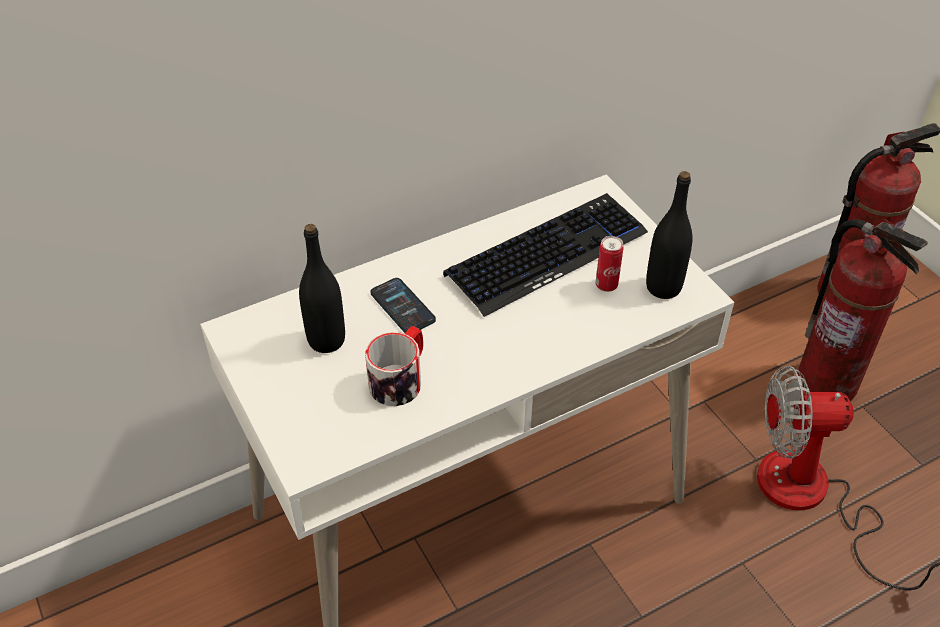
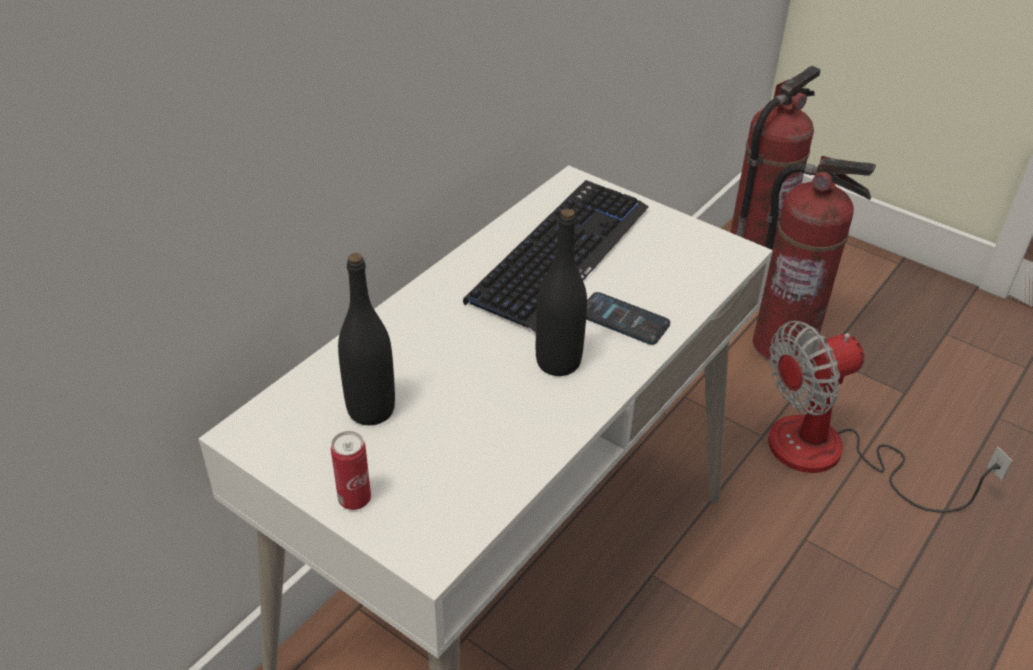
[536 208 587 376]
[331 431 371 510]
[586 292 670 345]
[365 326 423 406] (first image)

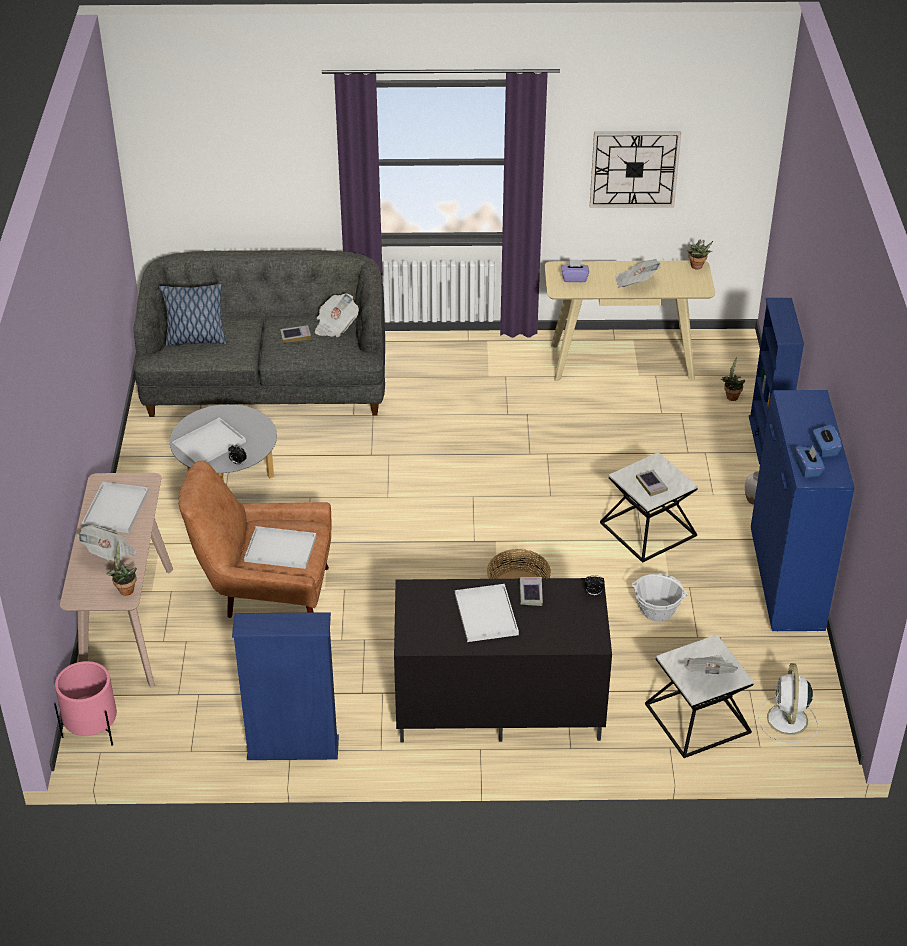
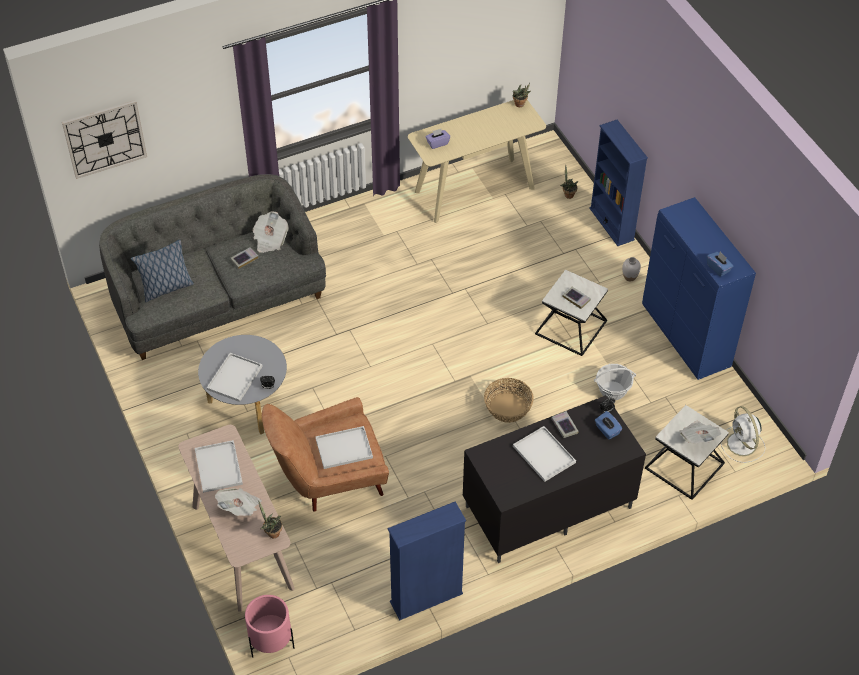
[62 100 147 179]
[615 259 661 288] (first image)
[595 411 622 440]

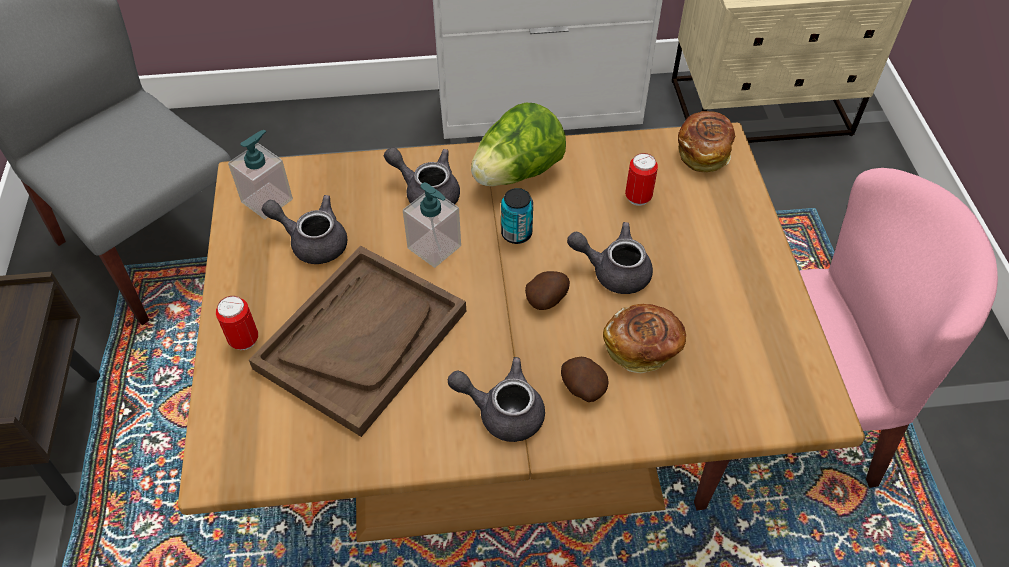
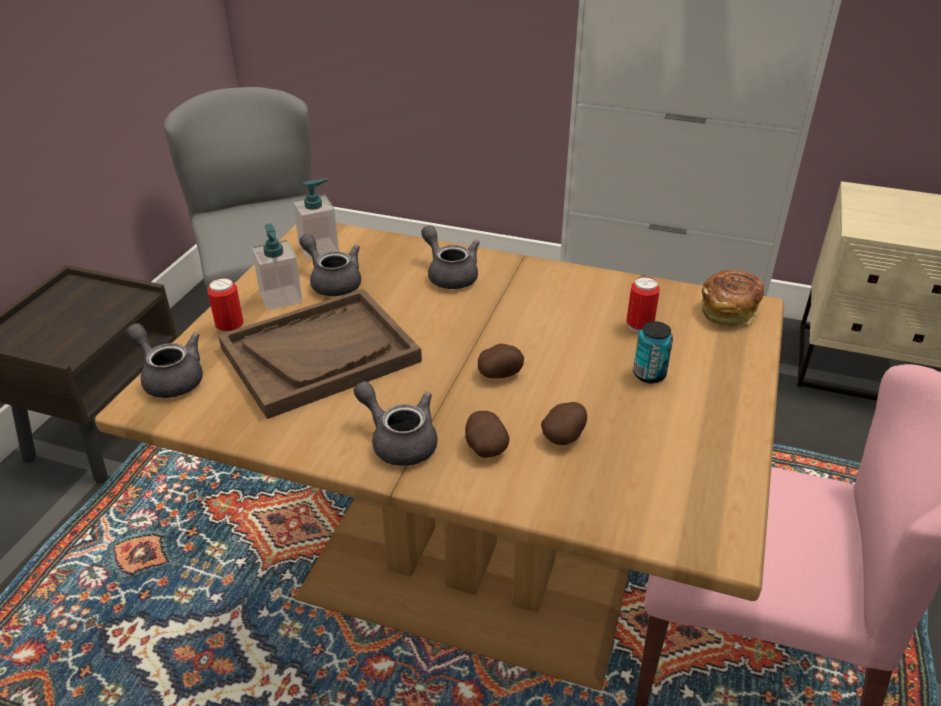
[471 103 566 186] (first image)
[252 224 303 310]
[633 321 673 383]
[126 323 203 398]
[541 402 587 445]

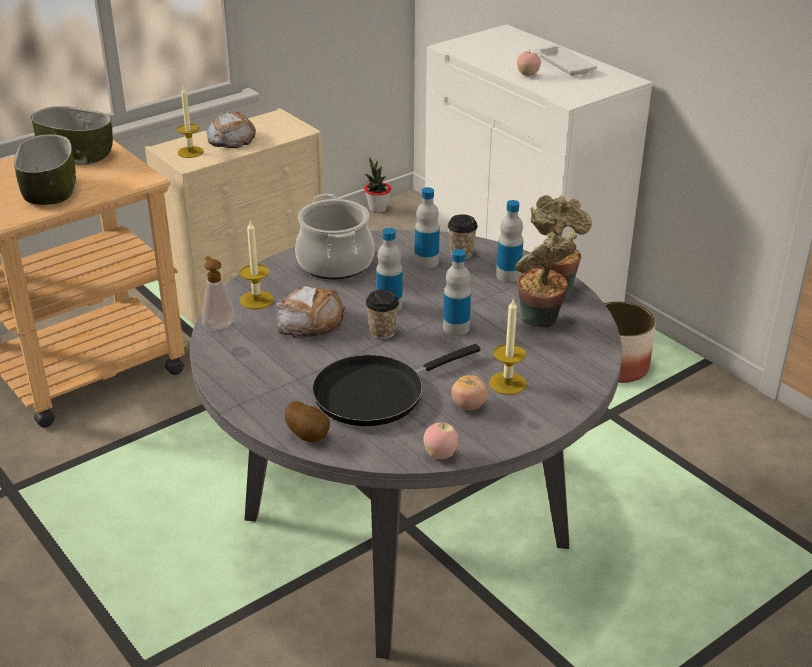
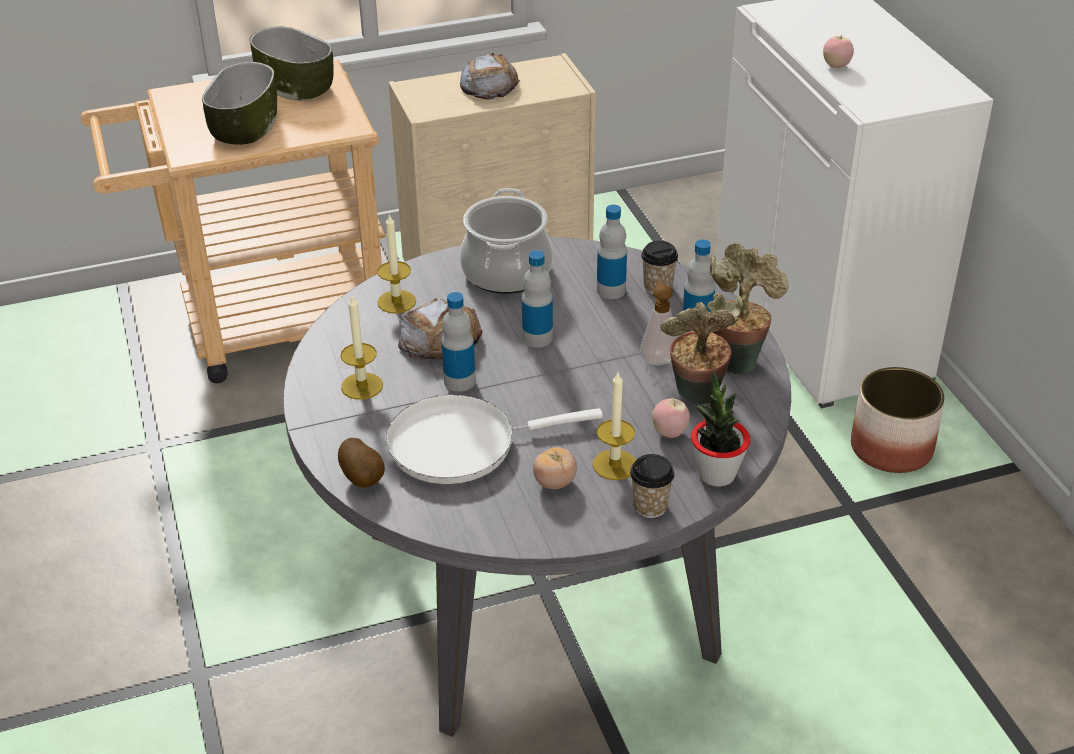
[534 45 597 76] (first image)
[341 295 383 400]
[691 371 750 487]
[441 292 476 392]
[640 280 678 365]
[630 454 674 518]
[386 394 603 484]
[652 398 690 438]

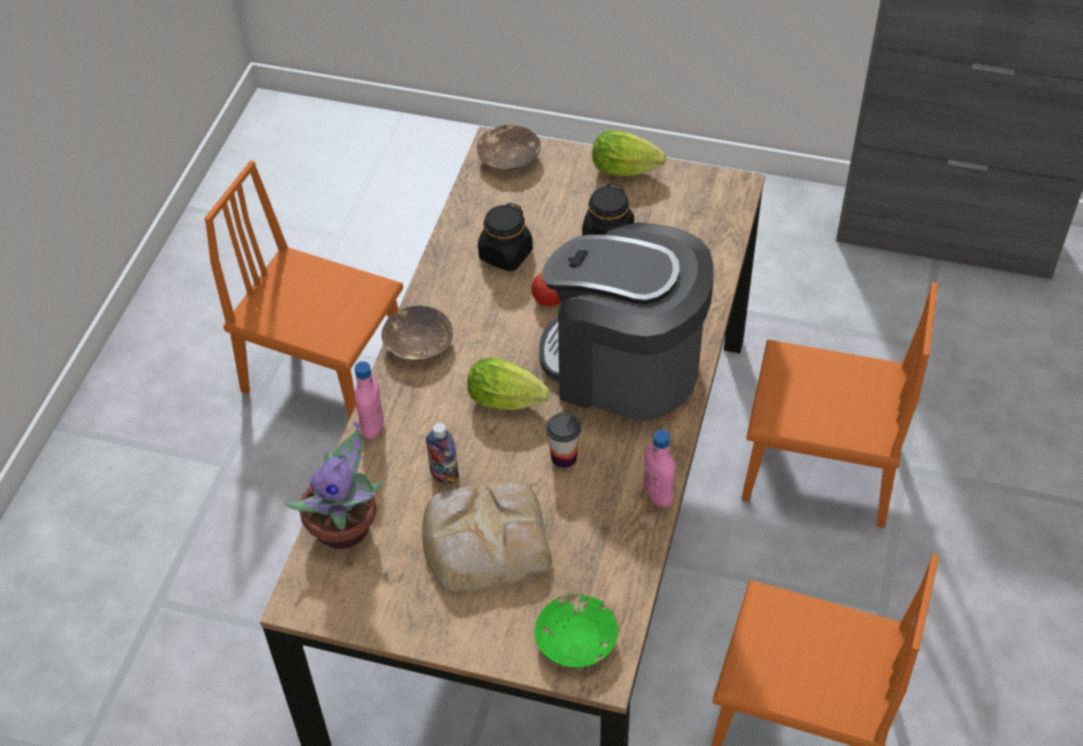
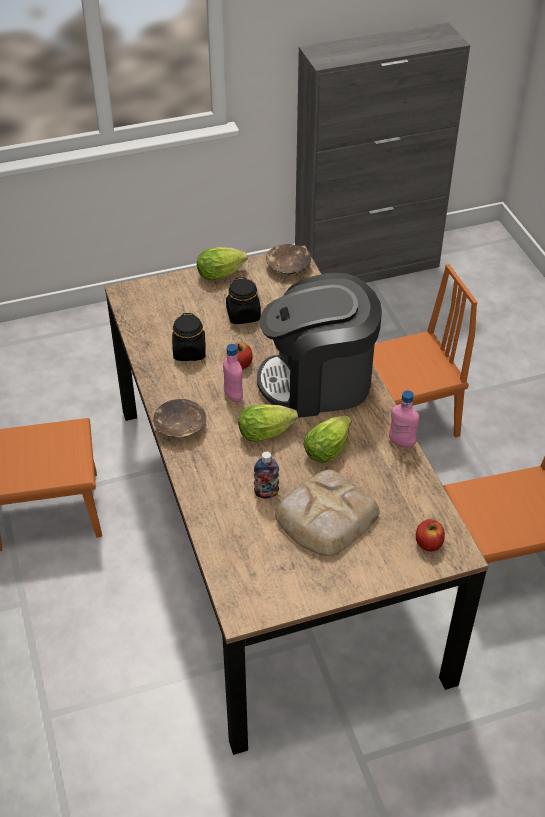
[266 244 311 274]
[223 344 243 402]
[304 416 351 463]
[284 421 383 549] (first image)
[416 519 445 551]

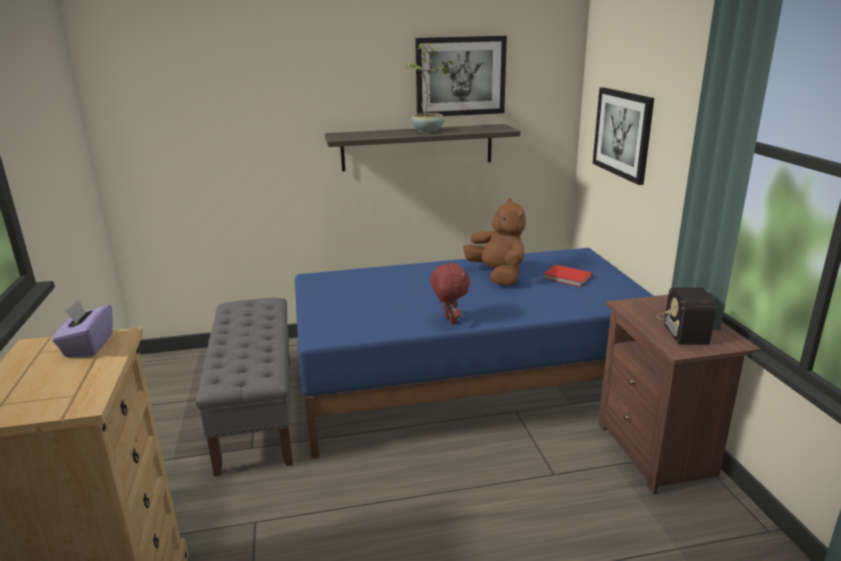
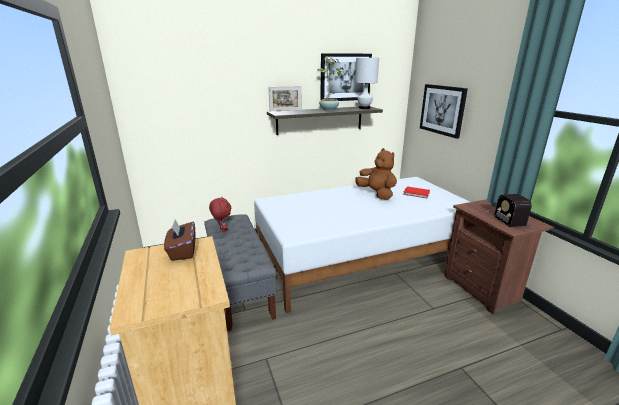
[254 177 470 314]
[209 197 231 232]
[164 219 196 261]
[355 58 379 109]
[269 86 302 111]

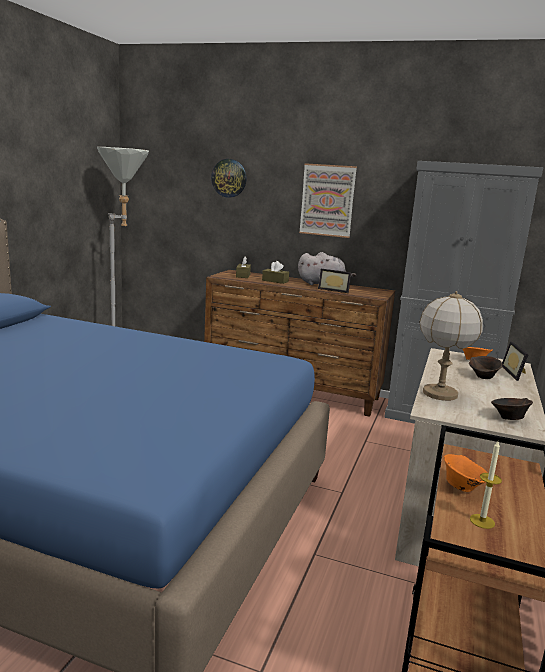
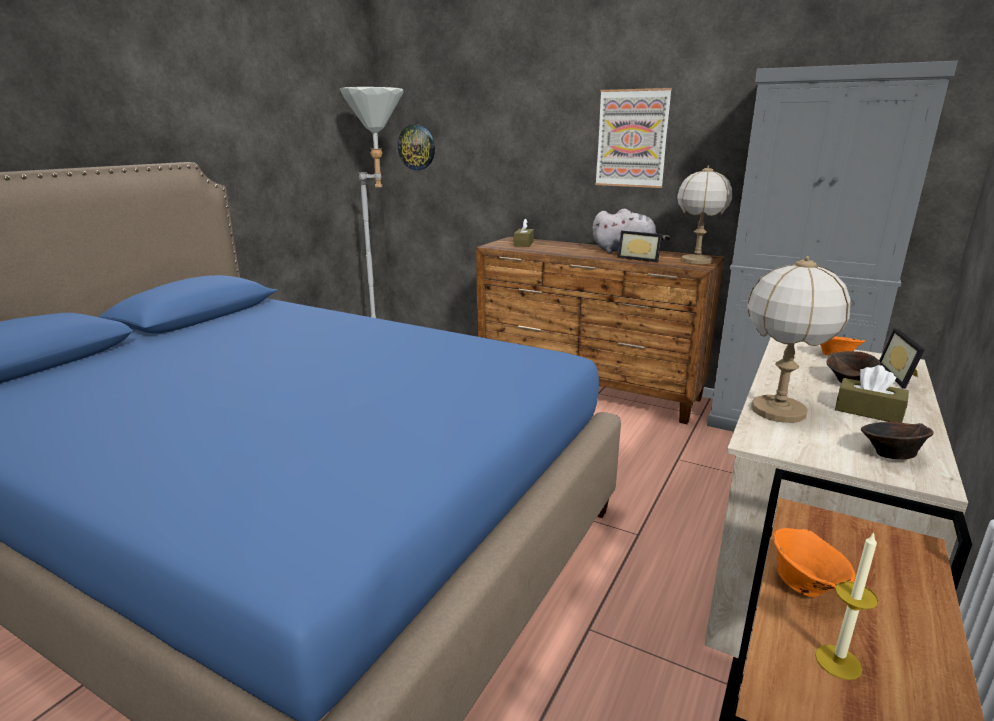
[398 124 435 170]
[835 365 909 423]
[677 166 732 264]

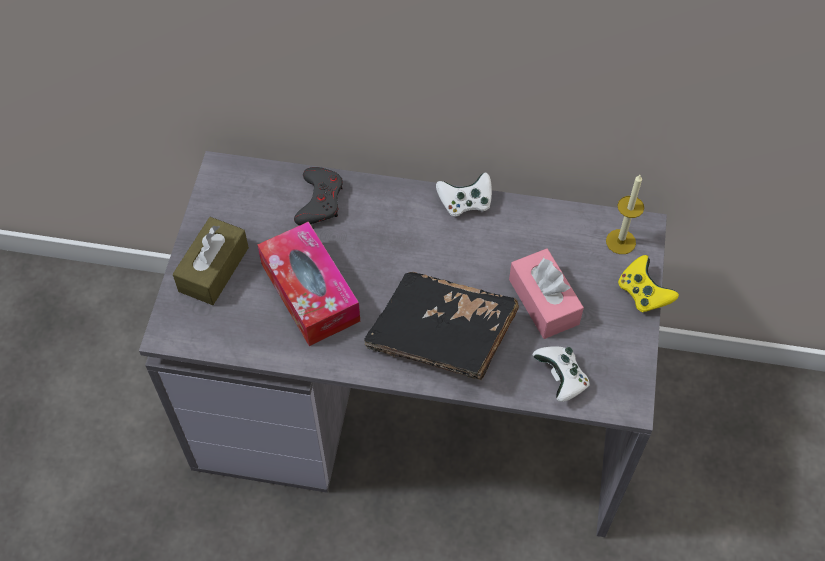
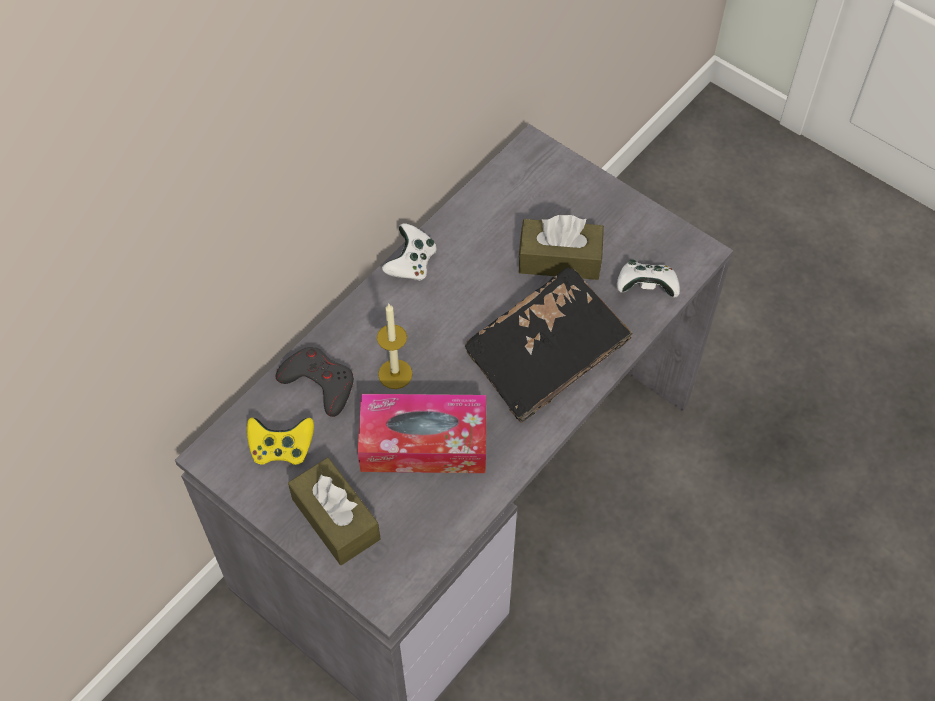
[377 304 413 389]
[518 215 604 280]
[247 417 314 465]

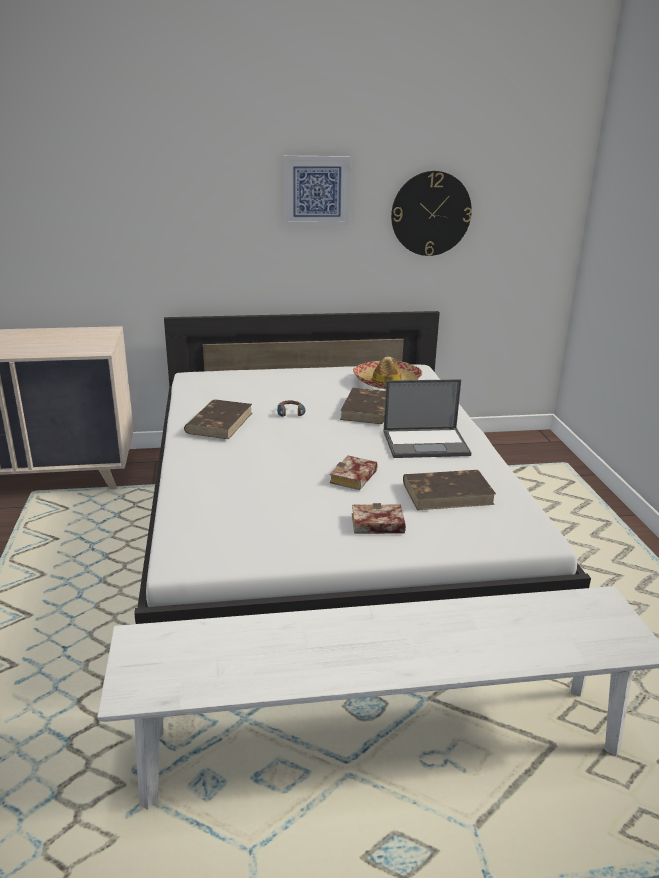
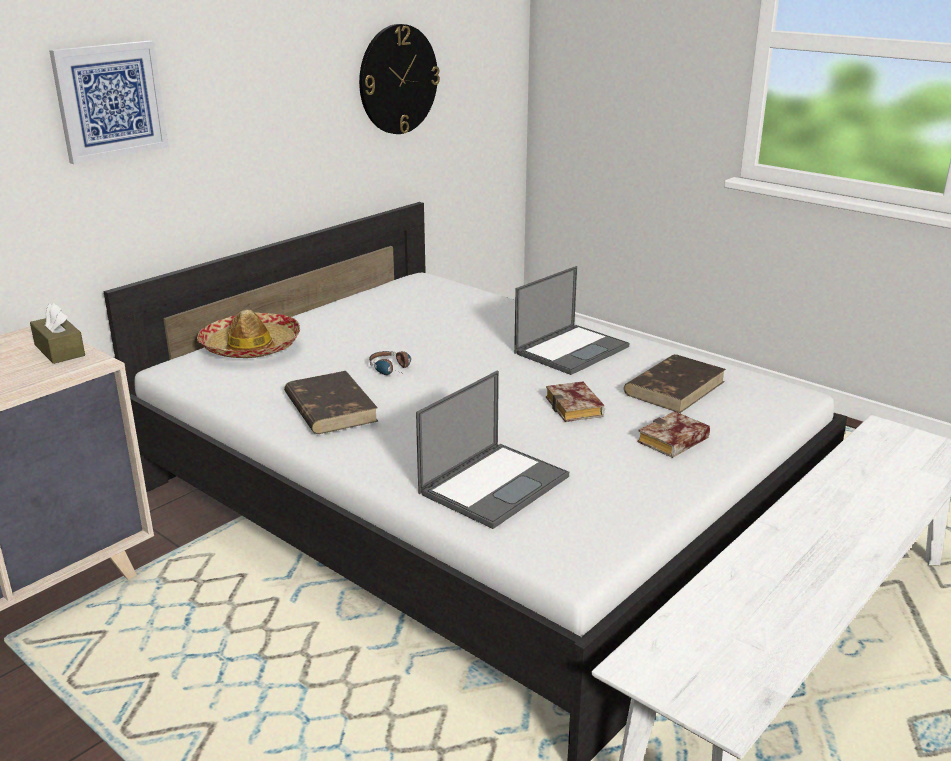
[49 41 169 164]
[197 310 300 358]
[340 388 386 424] (first image)
[30 302 85 364]
[416 371 569 529]

